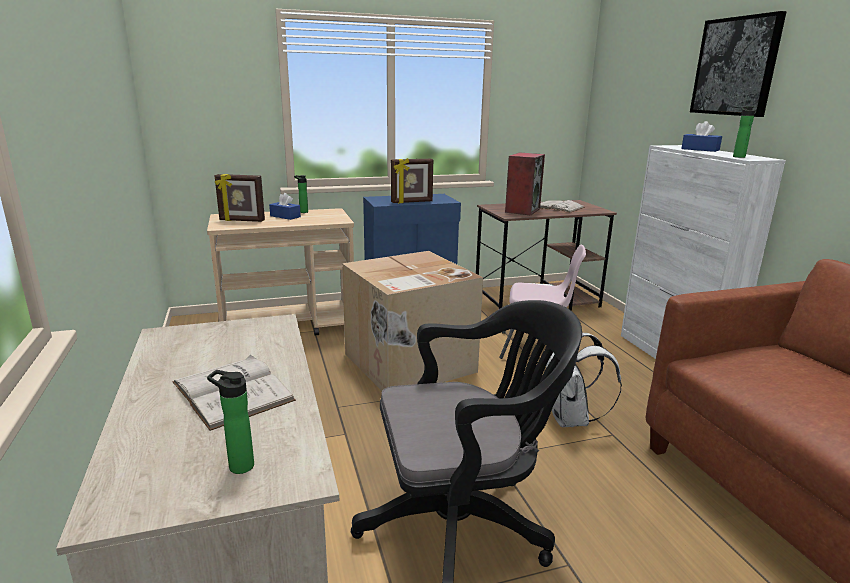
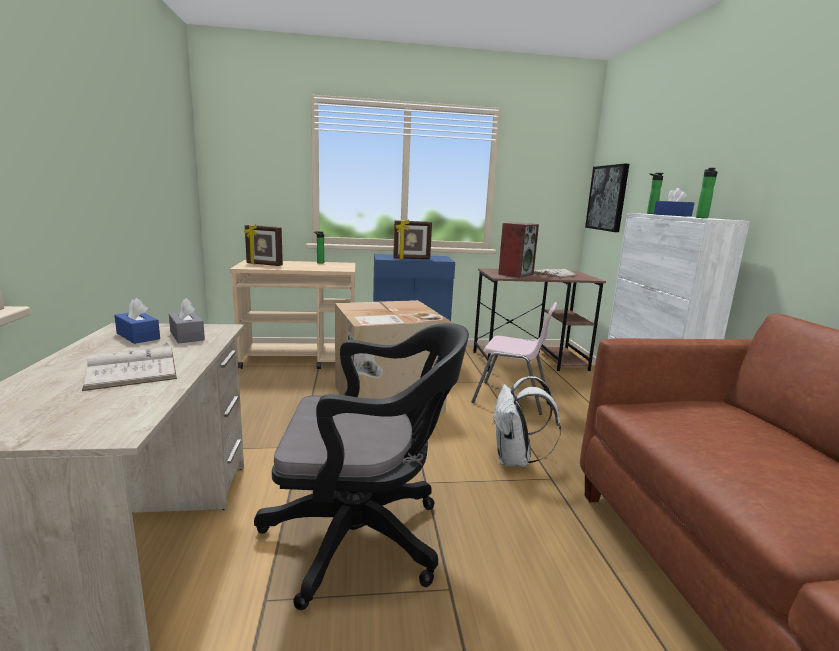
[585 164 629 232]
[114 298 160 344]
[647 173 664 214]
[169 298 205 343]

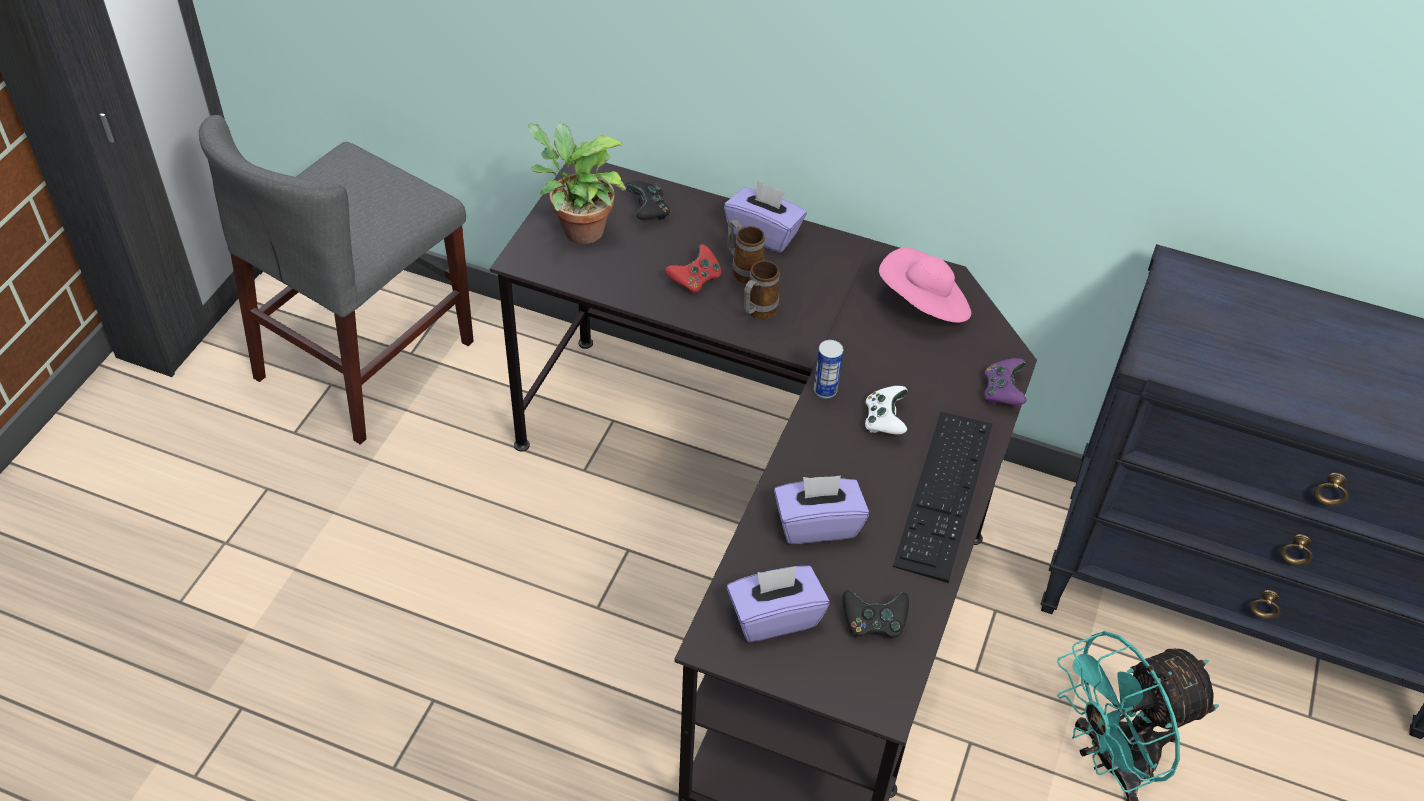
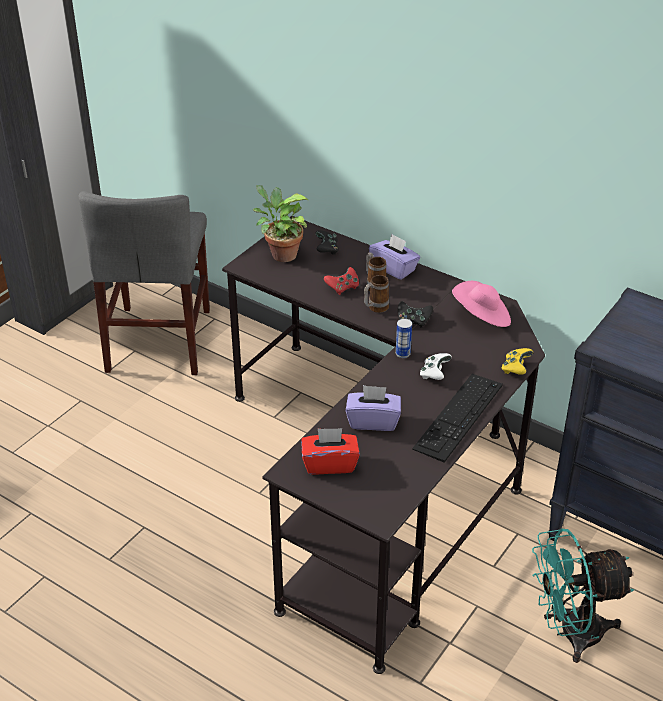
[78 191 210 375]
[502 348 533 375]
[301 428 360 475]
[398 301 433 328]

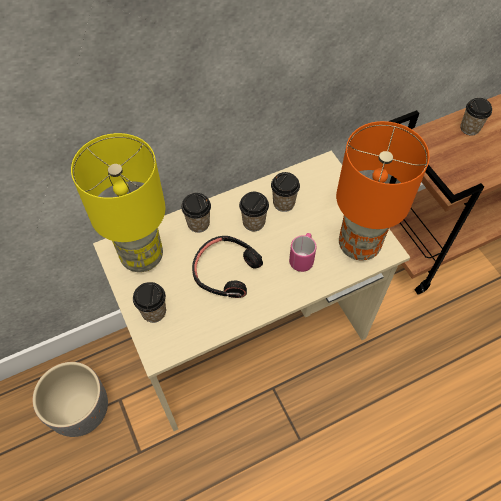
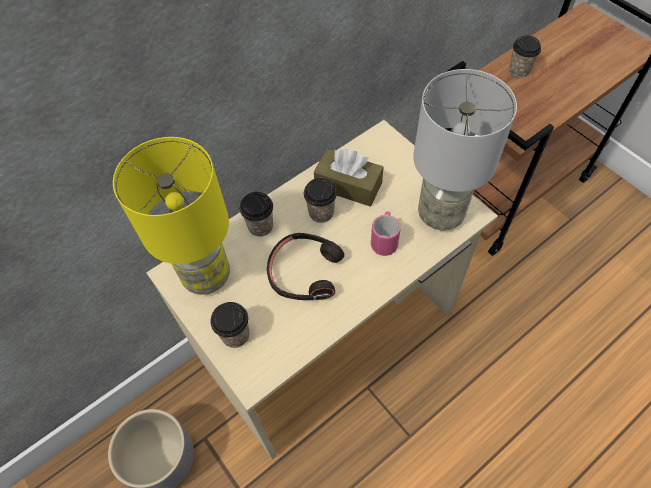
[413 69 517 230]
[314 149 384 207]

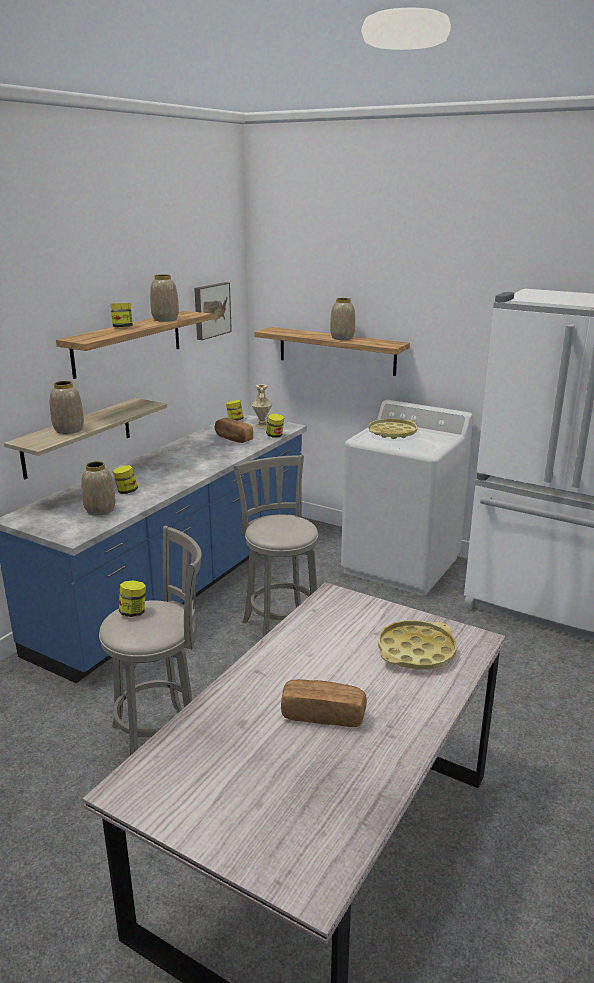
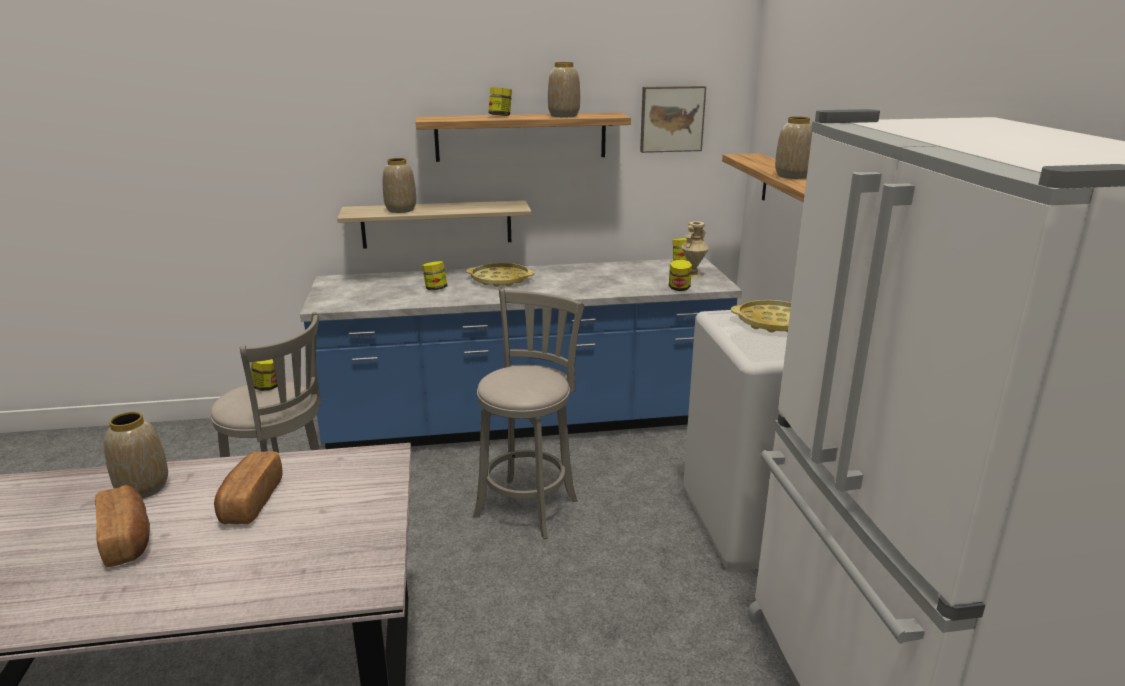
[214 451 283 524]
[104 412 168 499]
[466 263 535 287]

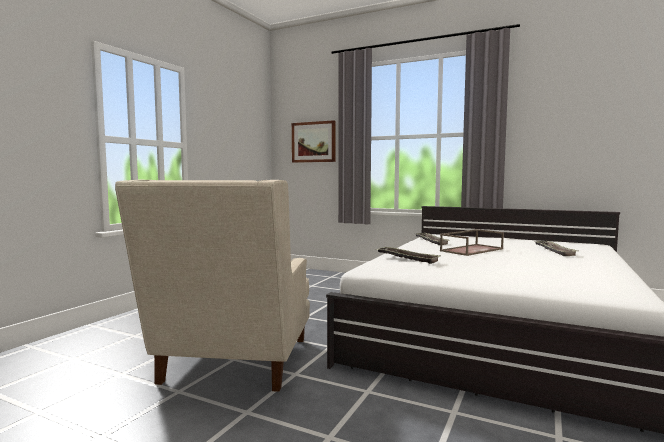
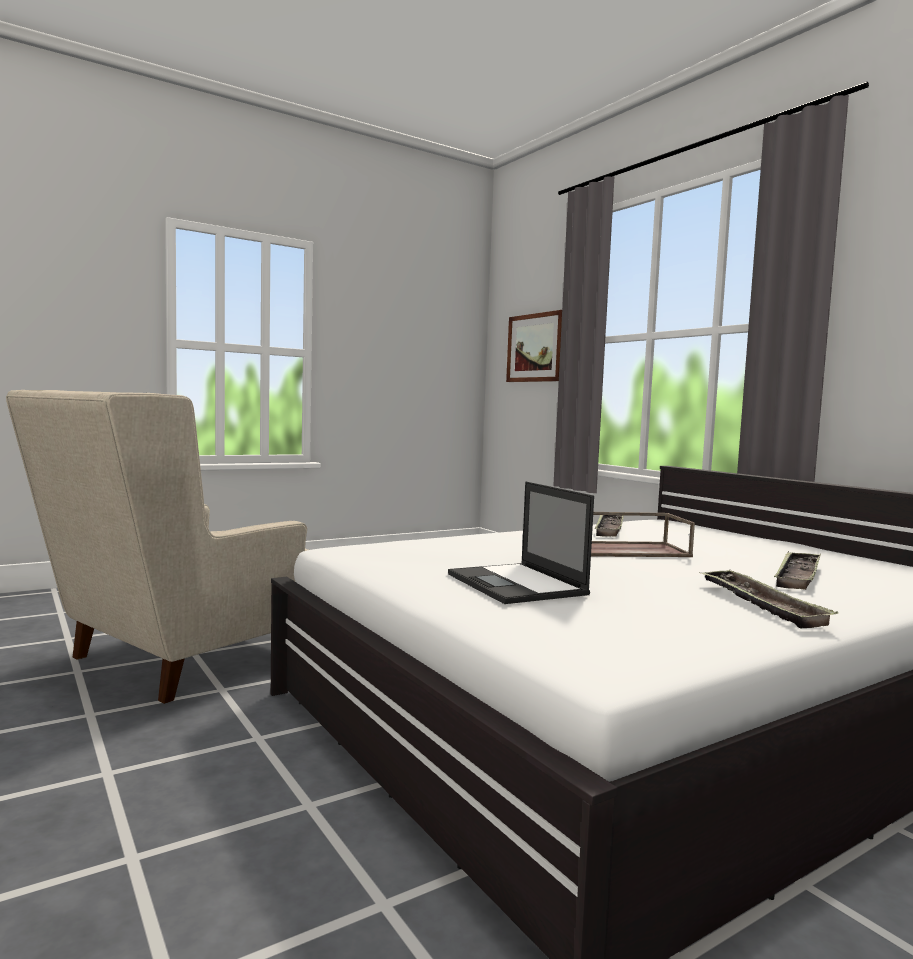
[701 570 838 628]
[448 481 594 604]

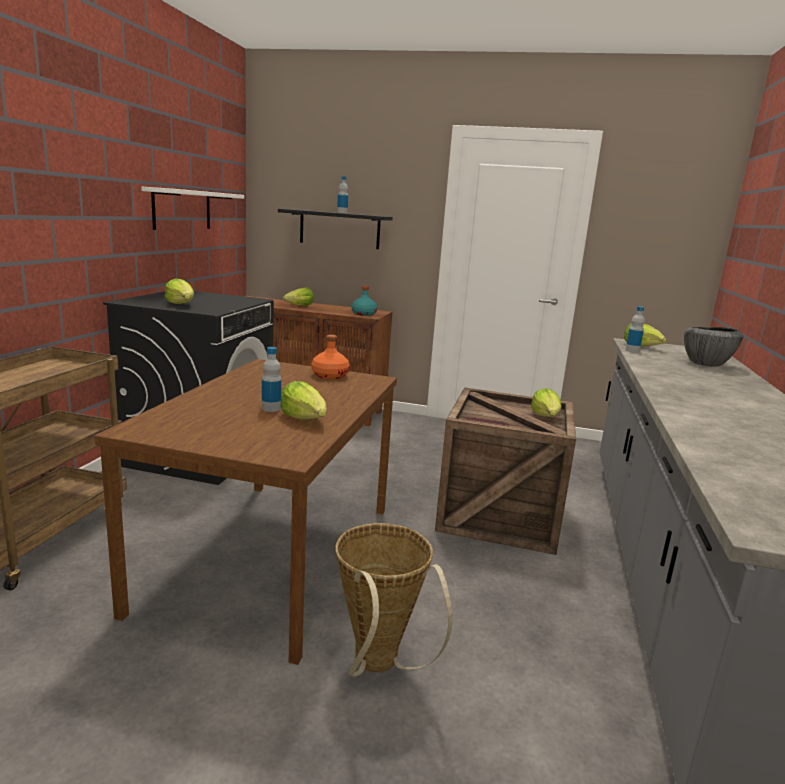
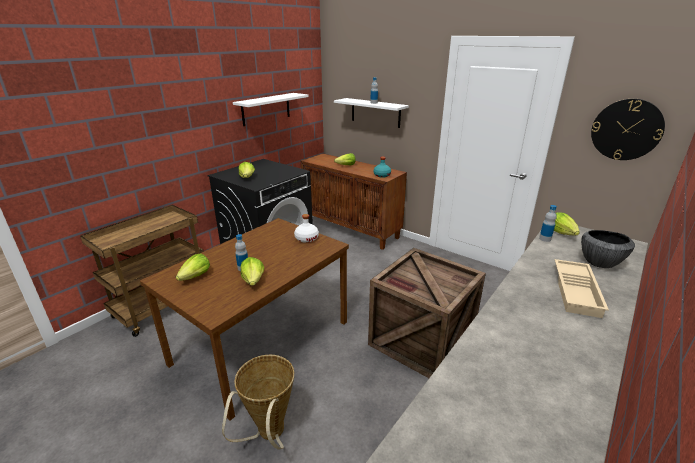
[334 98 409 128]
[294 214 319 243]
[176 254 210 281]
[591 99 665 160]
[555 259 609 318]

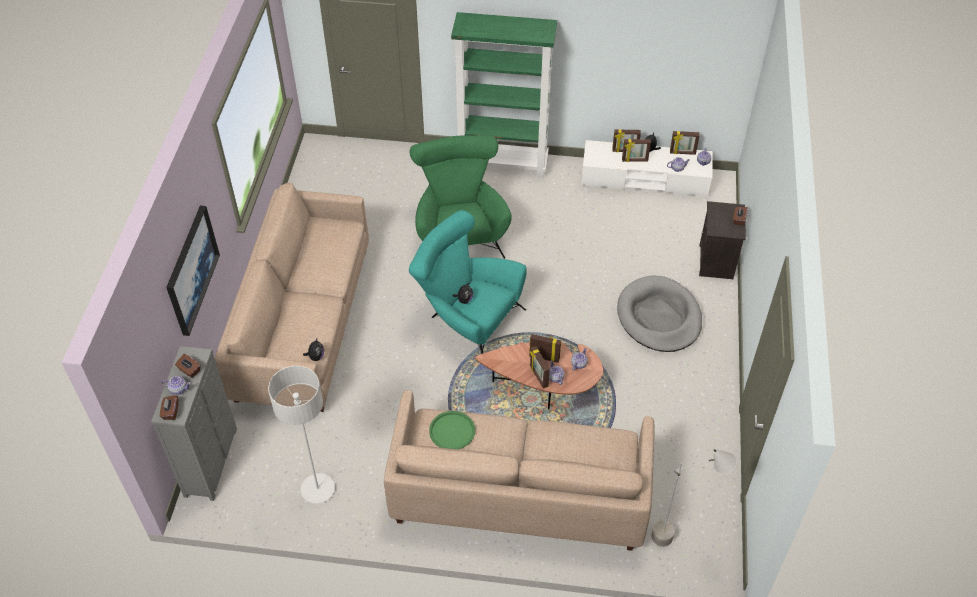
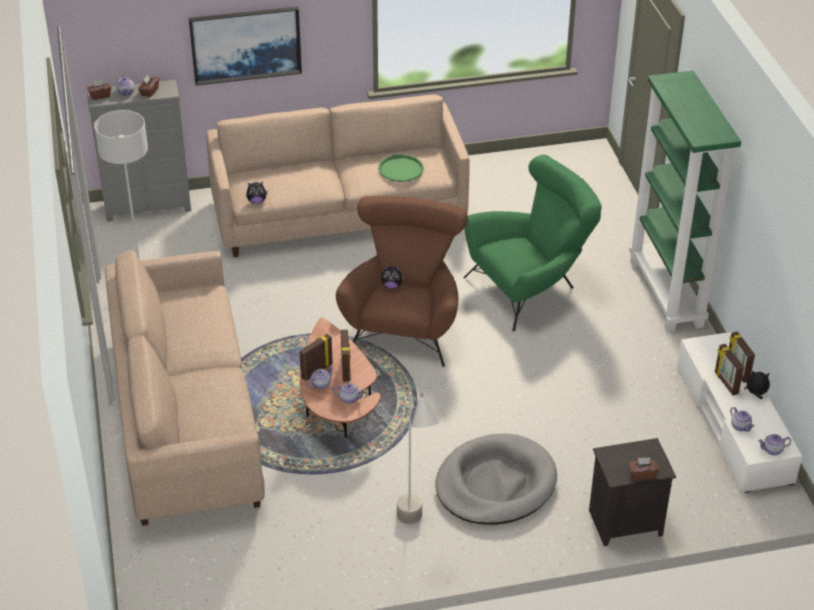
[670 131 700 155] (first image)
[336 196 468 367]
[378 154 424 182]
[397 392 439 524]

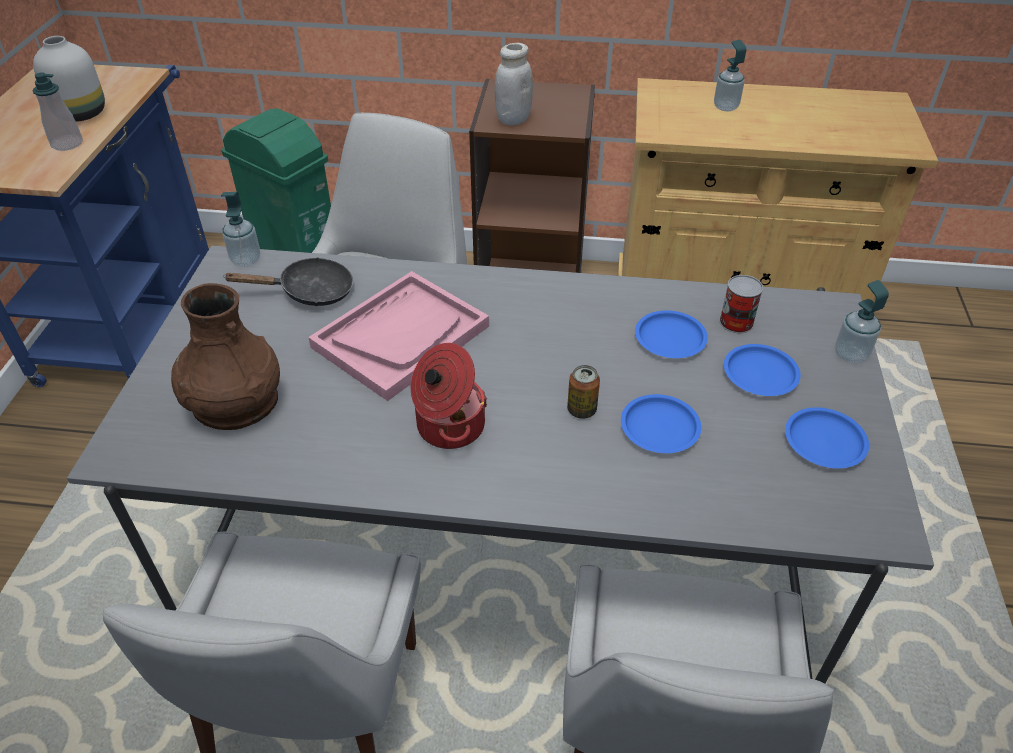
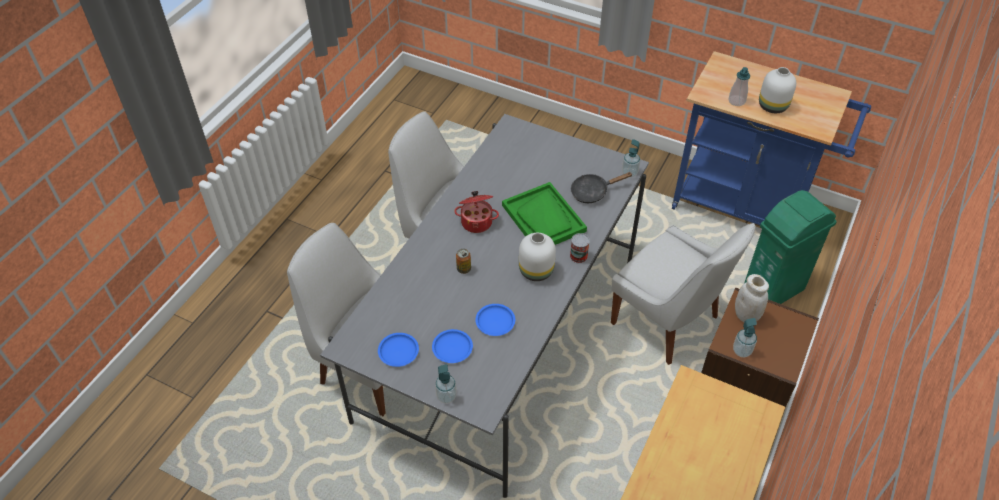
[733 318 757 358]
[571 172 632 203]
[502 182 587 245]
[570 233 590 263]
[171 283 280 430] (first image)
[621 394 701 453] (first image)
[519 233 556 281]

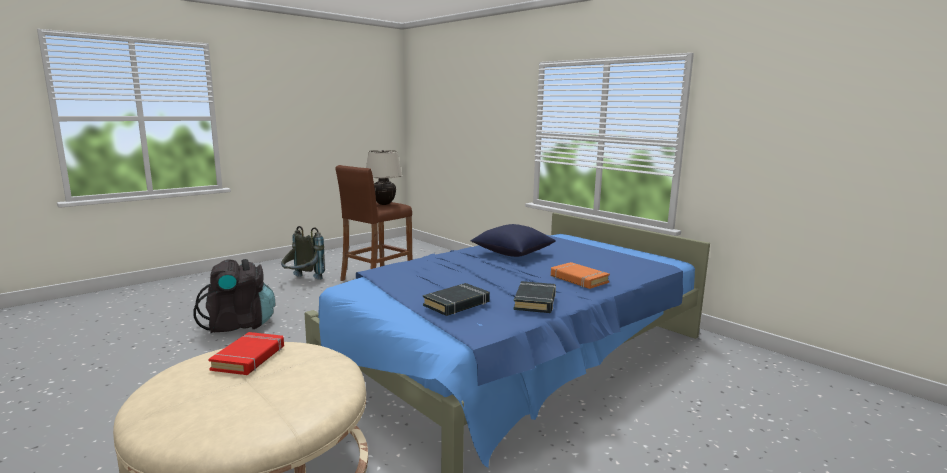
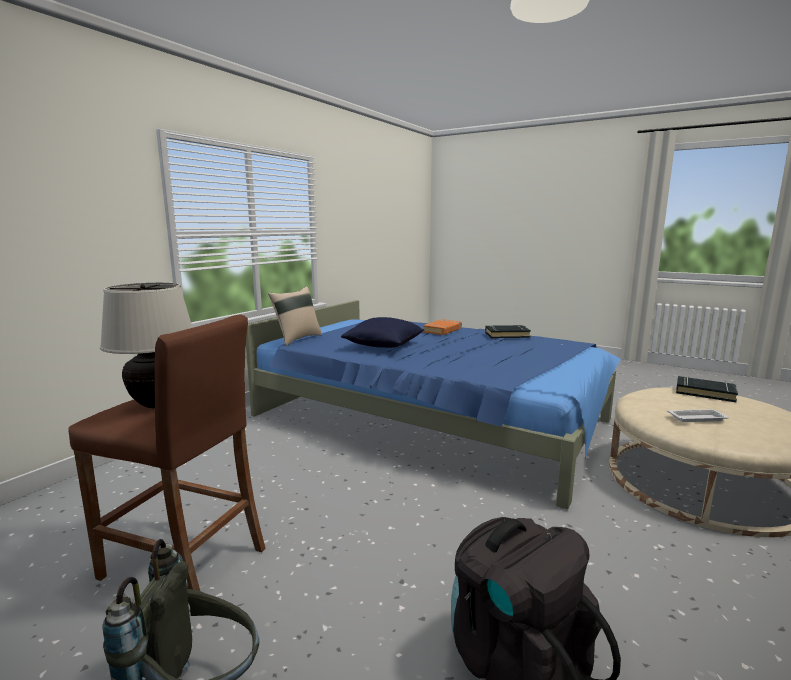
[676 376 738 402]
[667 409 729 422]
[268 286 322 346]

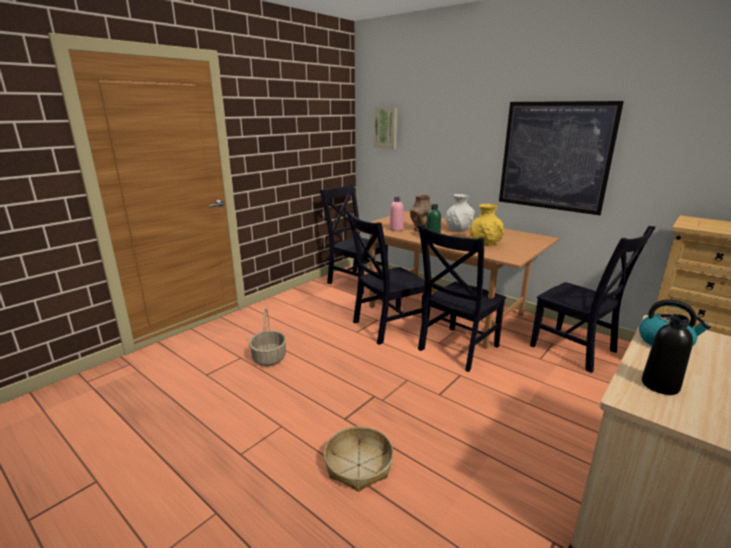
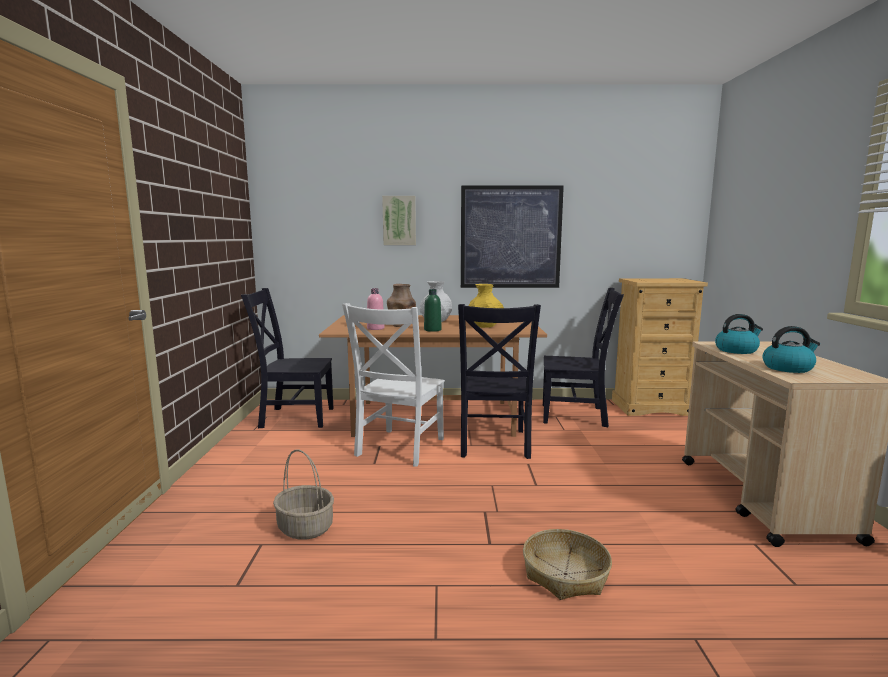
[382 196 416 245]
[342 303 445 467]
[763 326 820 373]

